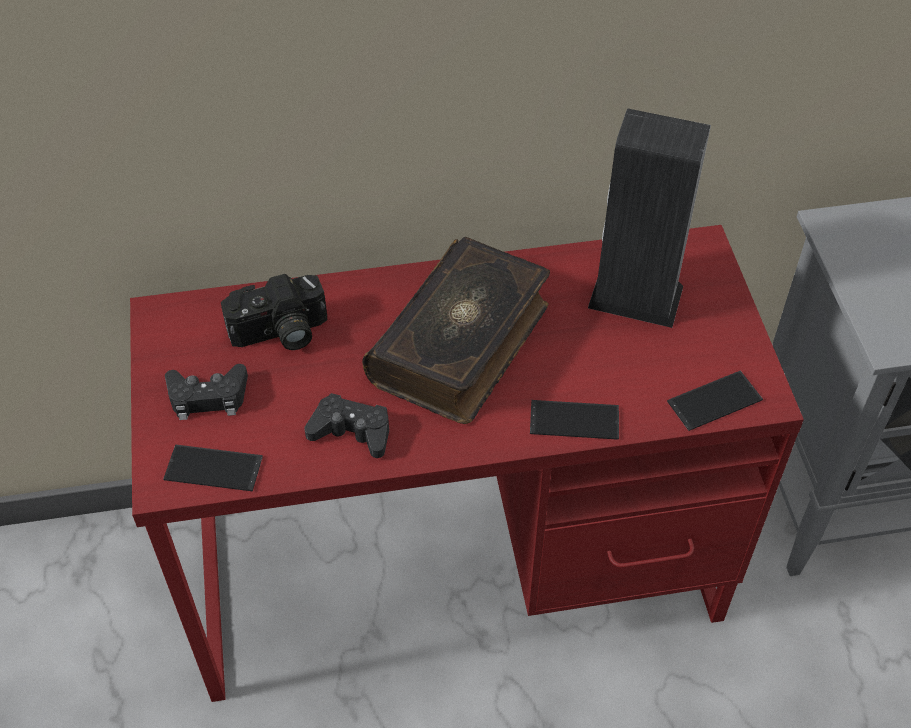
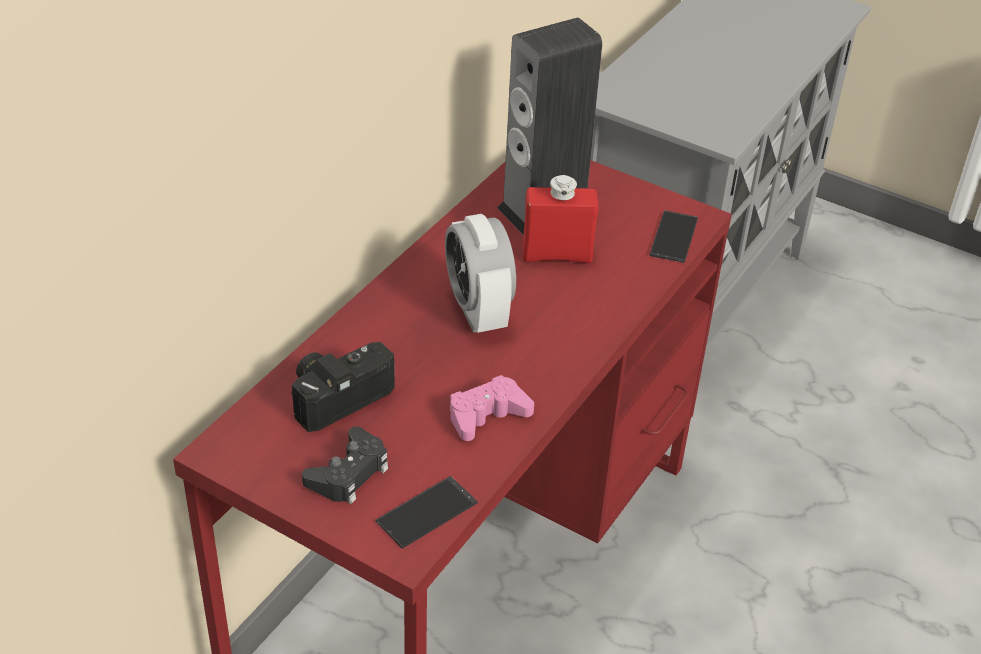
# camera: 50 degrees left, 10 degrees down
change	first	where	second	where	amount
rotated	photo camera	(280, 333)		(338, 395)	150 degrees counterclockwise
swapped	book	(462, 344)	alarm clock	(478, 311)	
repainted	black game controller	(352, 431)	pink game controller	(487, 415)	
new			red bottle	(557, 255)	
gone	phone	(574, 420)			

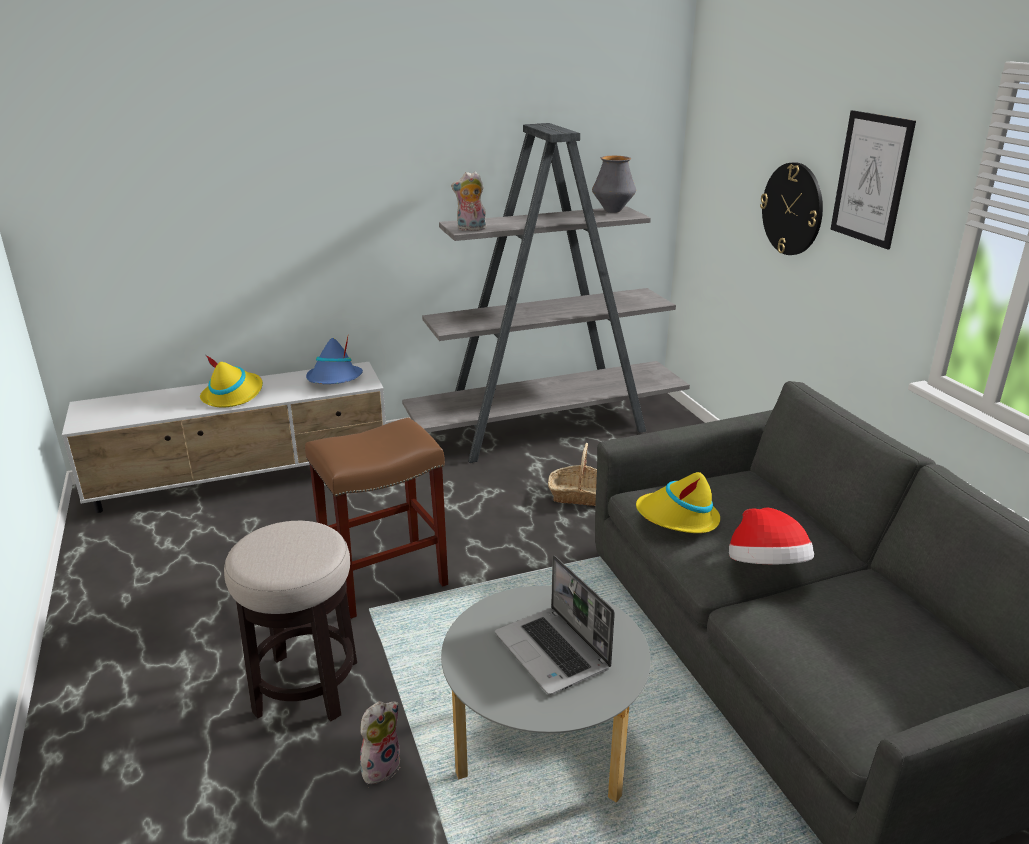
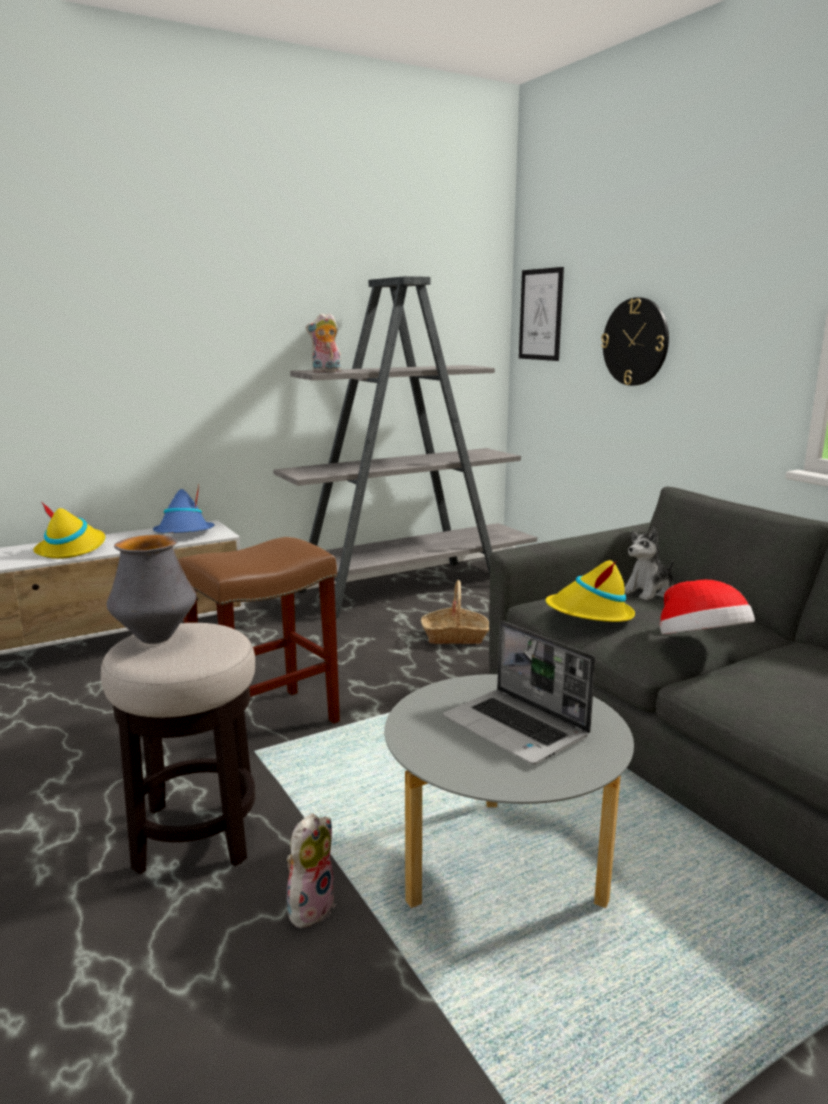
# camera: 10 degrees left, 10 degrees down
change	first	where	second	where	amount
shifted	vase	(612, 211)		(155, 638)	
shifted	picture	(871, 179)		(541, 314)	
new			plush toy	(649, 592)	

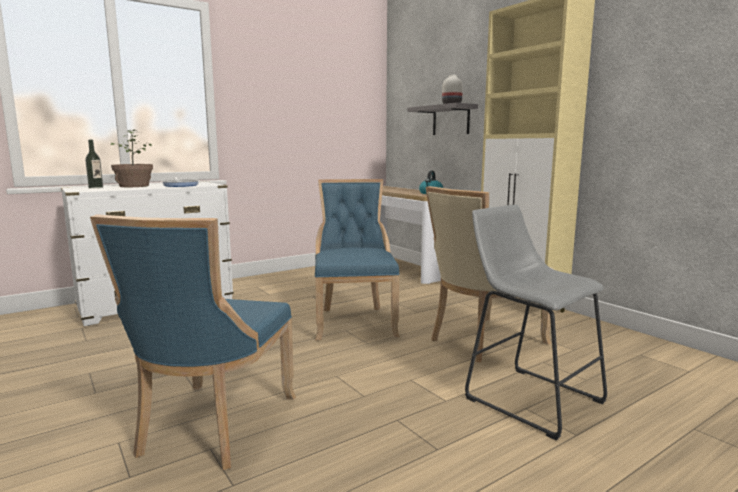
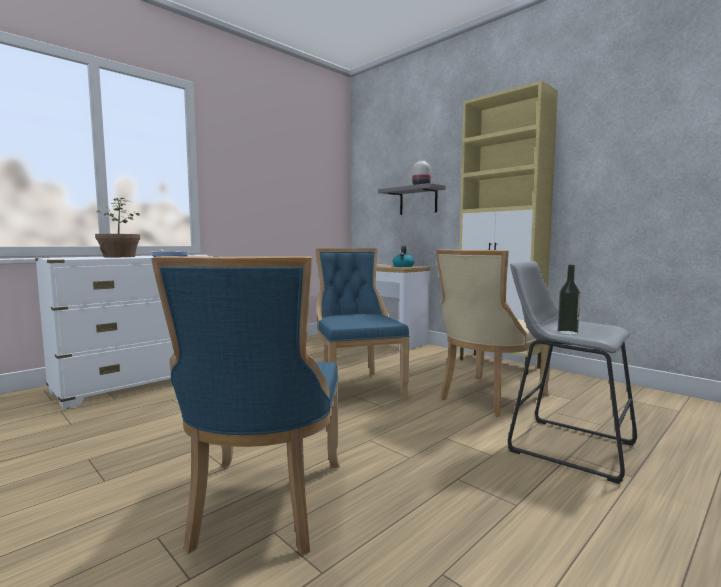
# camera: 10 degrees left, 5 degrees down
change	first	where	second	where	amount
shifted	bottle	(96, 188)		(567, 332)	

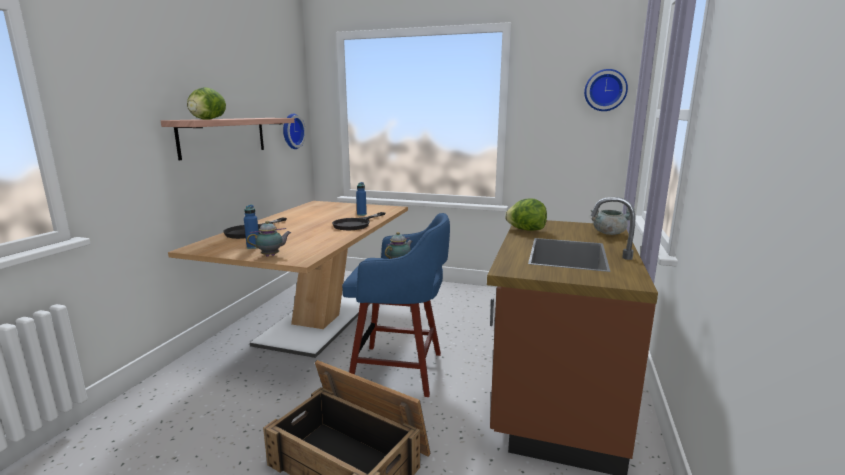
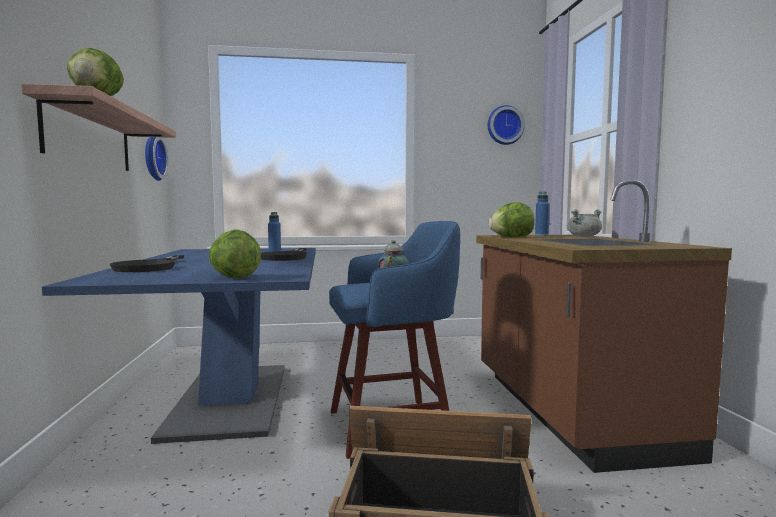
# camera: 25 degrees left, 10 degrees down
change	first	where	second	where	amount
repainted	brown dining table	(317, 322)	blue dining table	(230, 399)	
swapped	teapot	(272, 255)	lettuce	(234, 278)	
shifted	blue bottle	(253, 247)		(541, 235)	

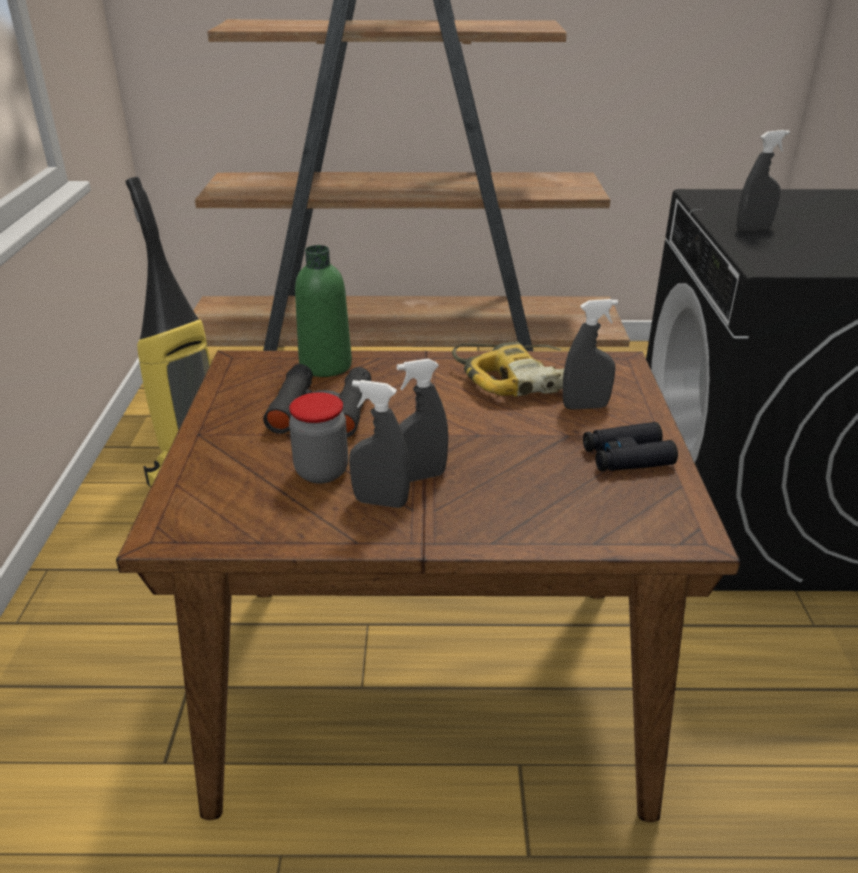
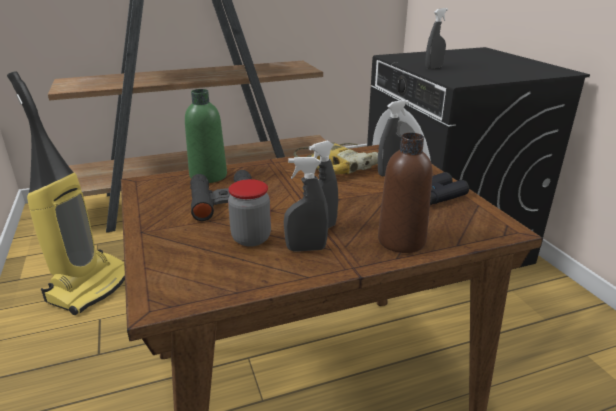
# camera: 20 degrees left, 5 degrees down
change	first	where	second	where	amount
new			brown bottle	(401, 241)	

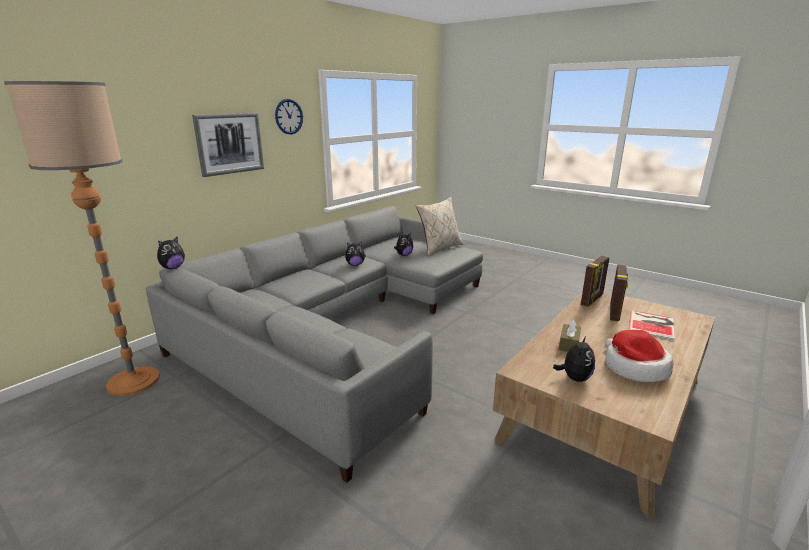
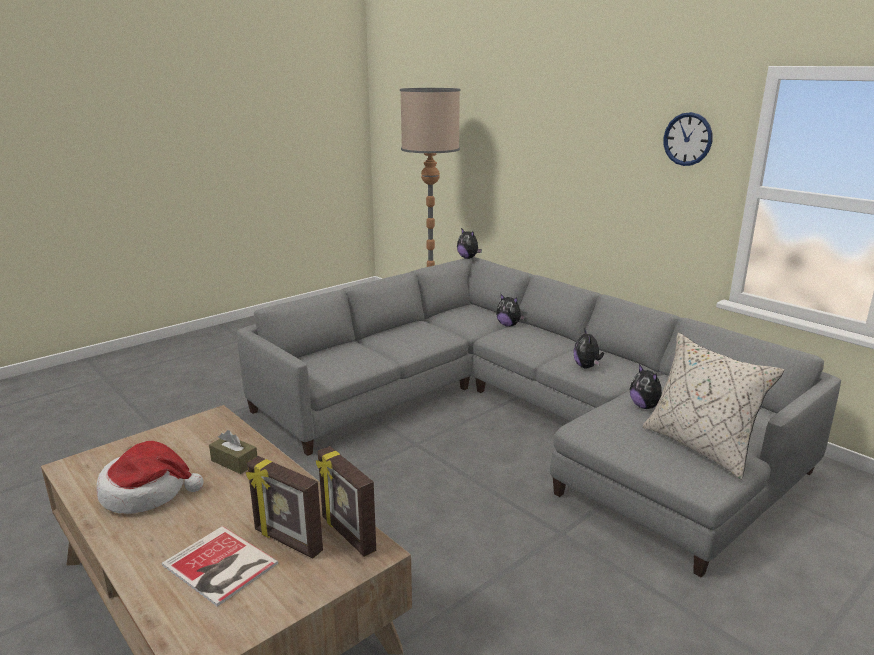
# camera: 100 degrees right, 0 degrees up
change	first	where	second	where	amount
shifted	plush toy	(574, 378)		(508, 325)	
gone	picture	(230, 143)			

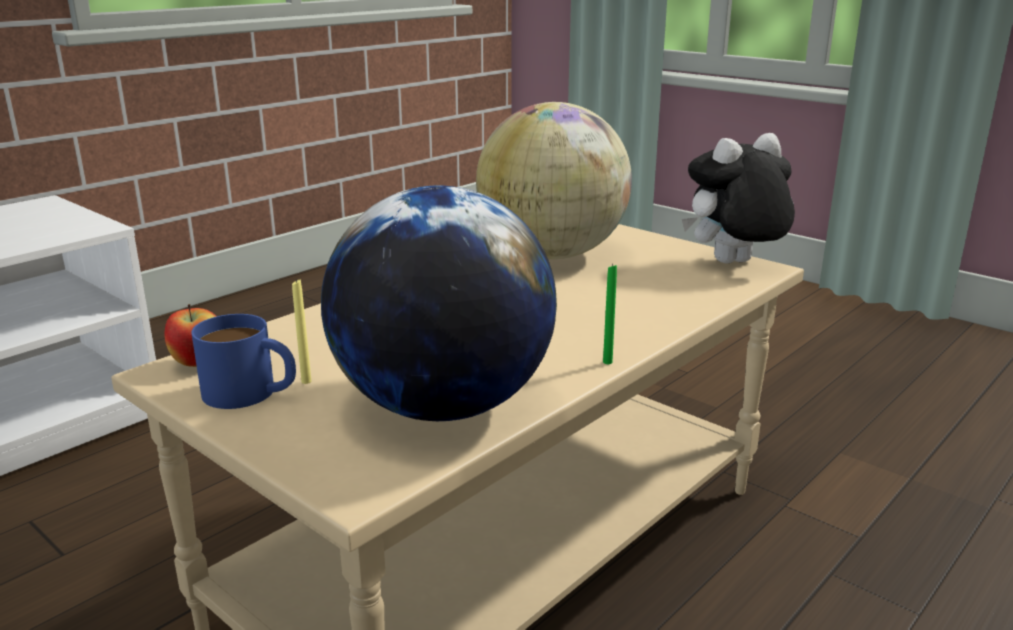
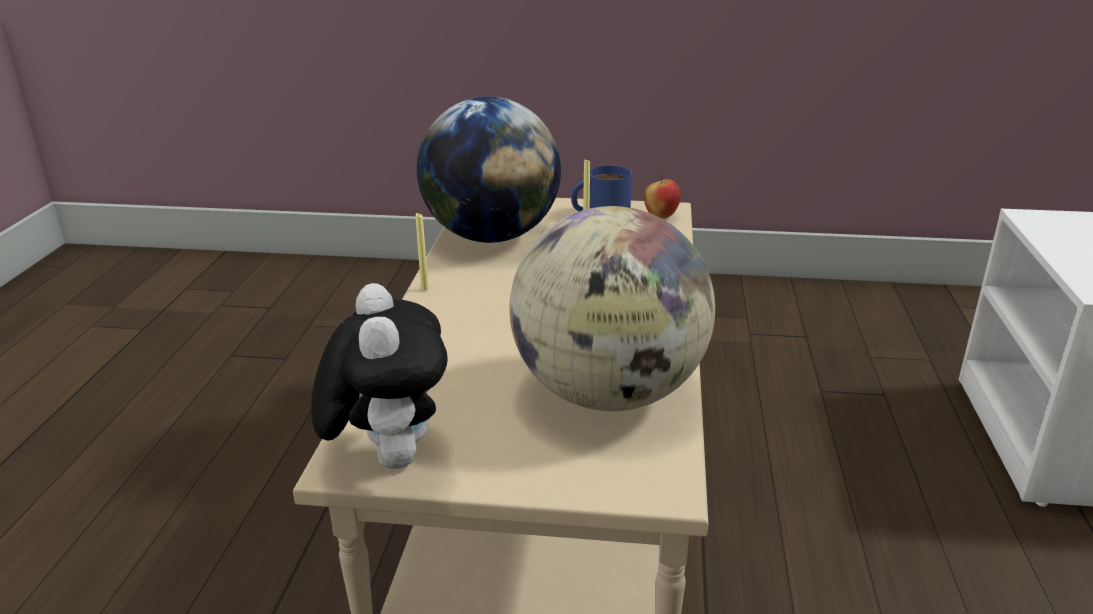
# camera: 145 degrees right, 5 degrees up
change	first	where	second	where	amount
rotated	plush toy	(733, 264)		(387, 456)	45 degrees counterclockwise
repainted	green candle	(607, 362)	yellow candle	(424, 289)	

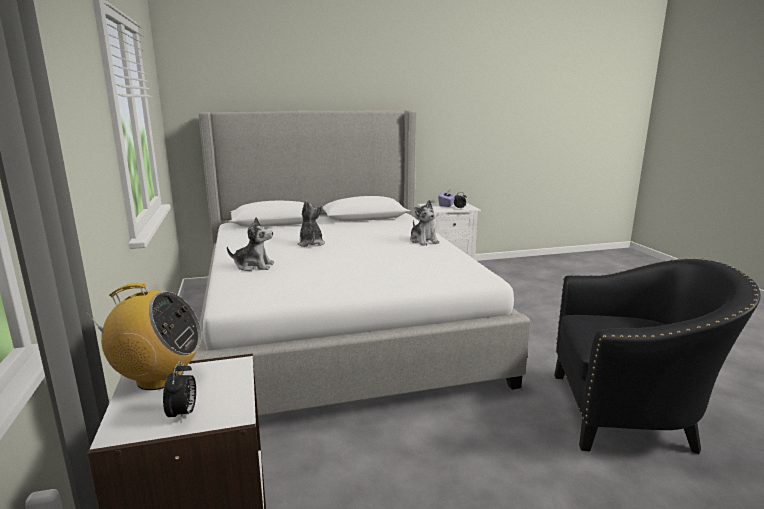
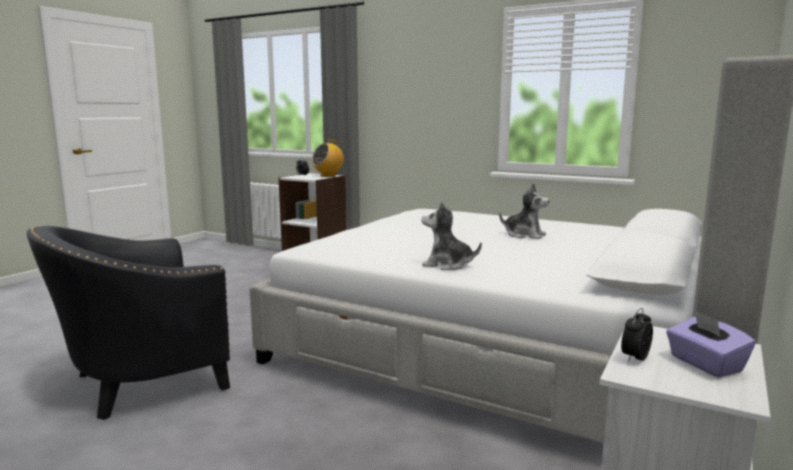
# camera: 135 degrees right, 5 degrees down
change	first	where	second	where	amount
gone	plush toy	(254, 266)			

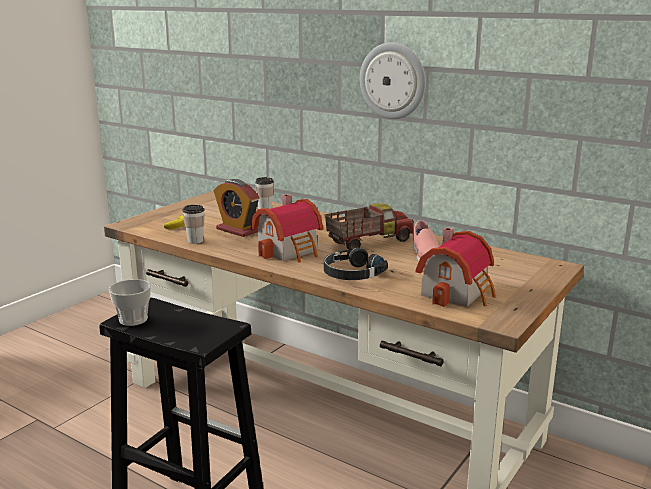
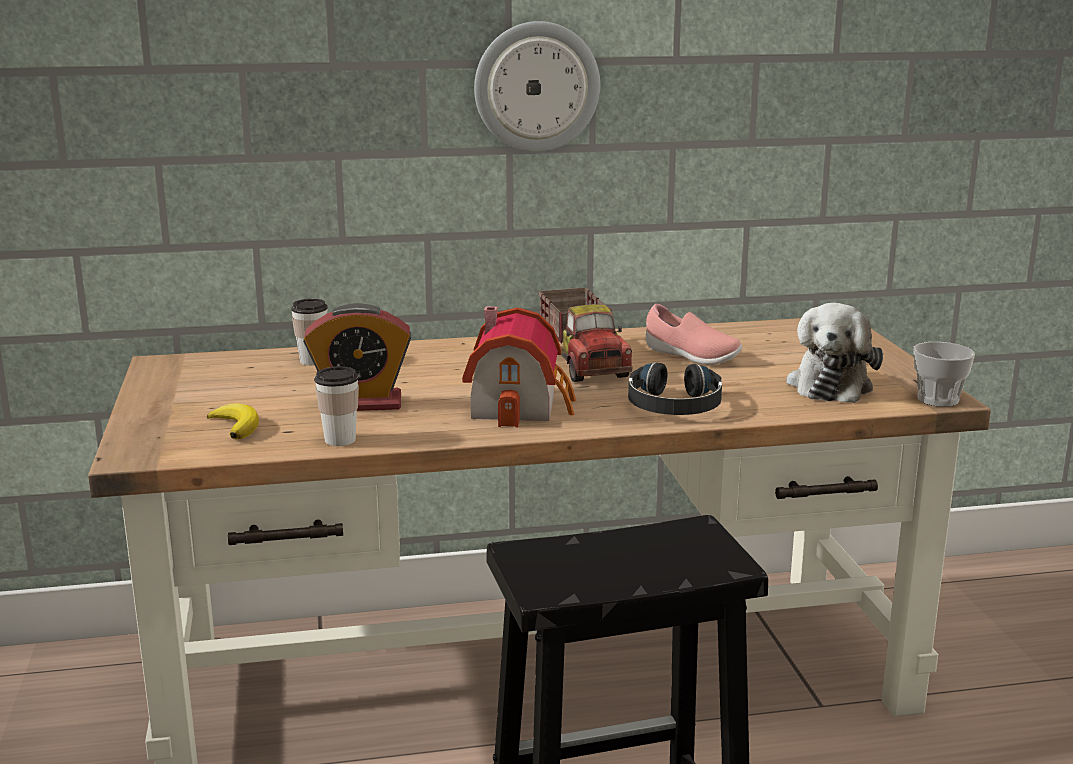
# camera: 45 degrees left, 0 degrees up
change	first	where	second	where	amount
rotated	toy truck	(368, 242)		(584, 361)	150 degrees clockwise
swapped	toy house	(458, 293)	plush toy	(831, 384)	
shifted	cup	(133, 319)		(938, 399)	

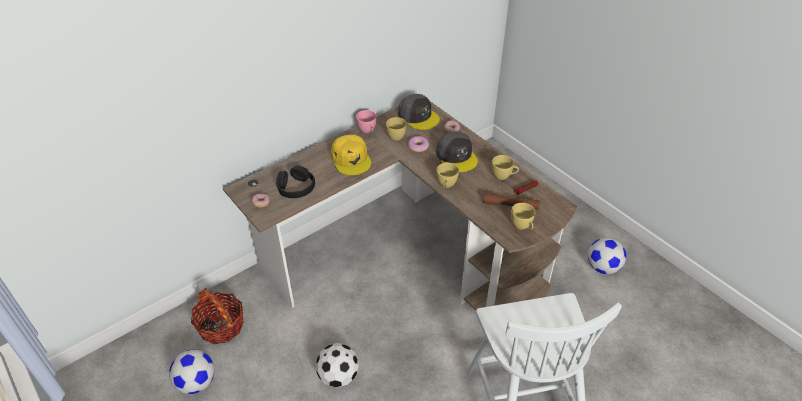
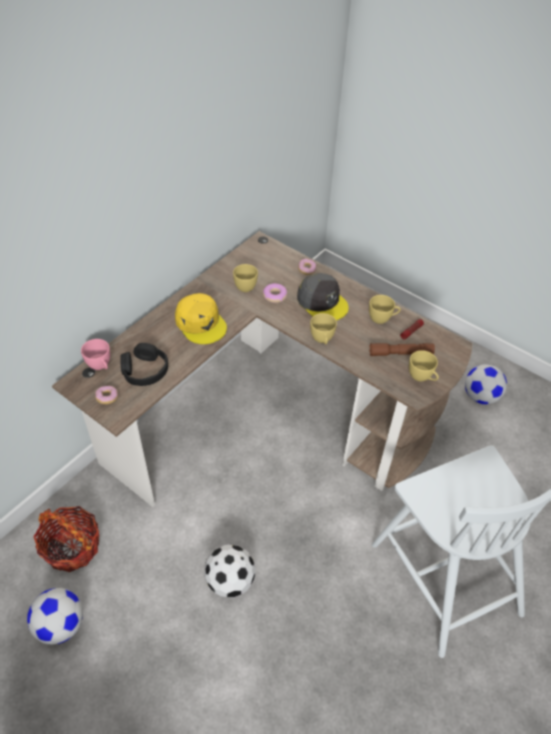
# camera: 15 degrees left, 5 degrees up
change	first	where	second	where	amount
shifted	pink cup	(367, 131)		(100, 366)	
gone	grey cap	(418, 116)			

